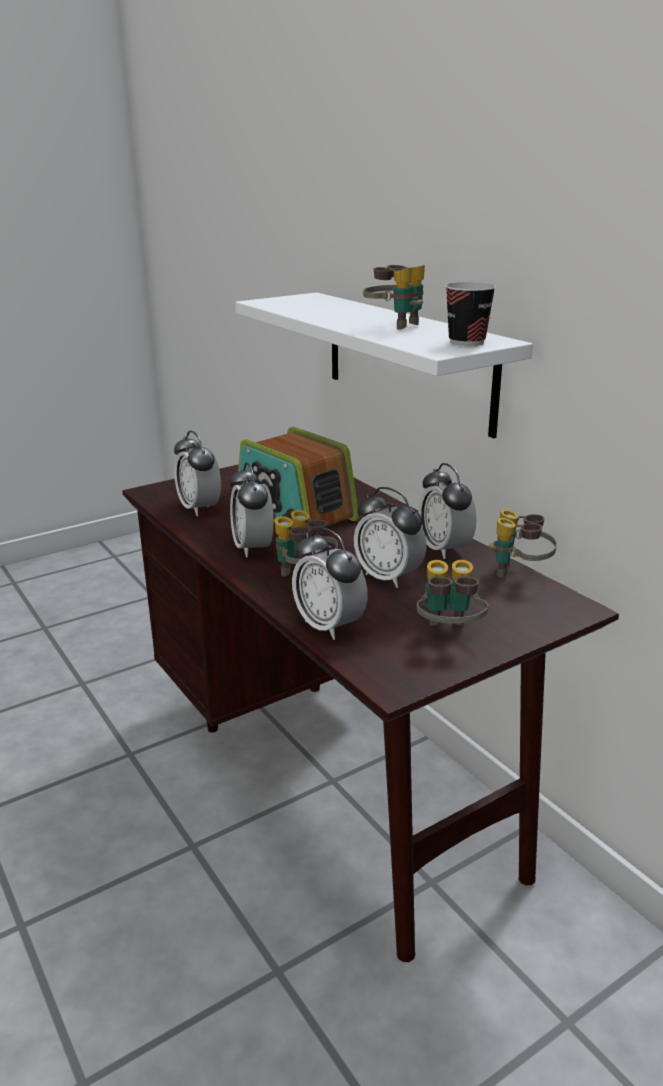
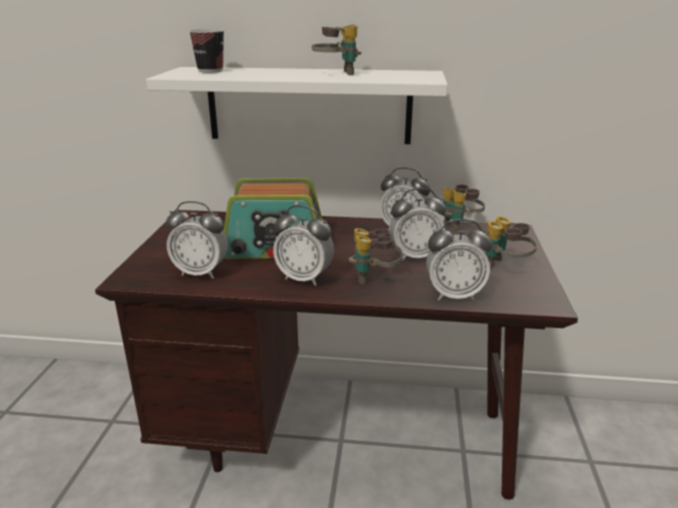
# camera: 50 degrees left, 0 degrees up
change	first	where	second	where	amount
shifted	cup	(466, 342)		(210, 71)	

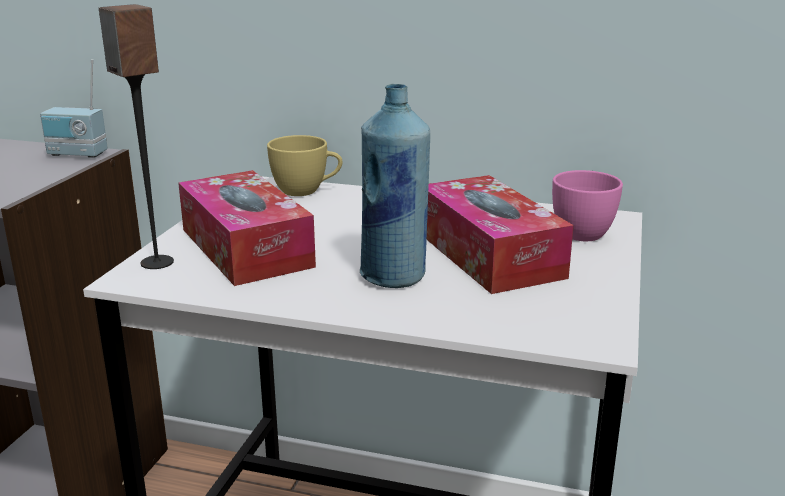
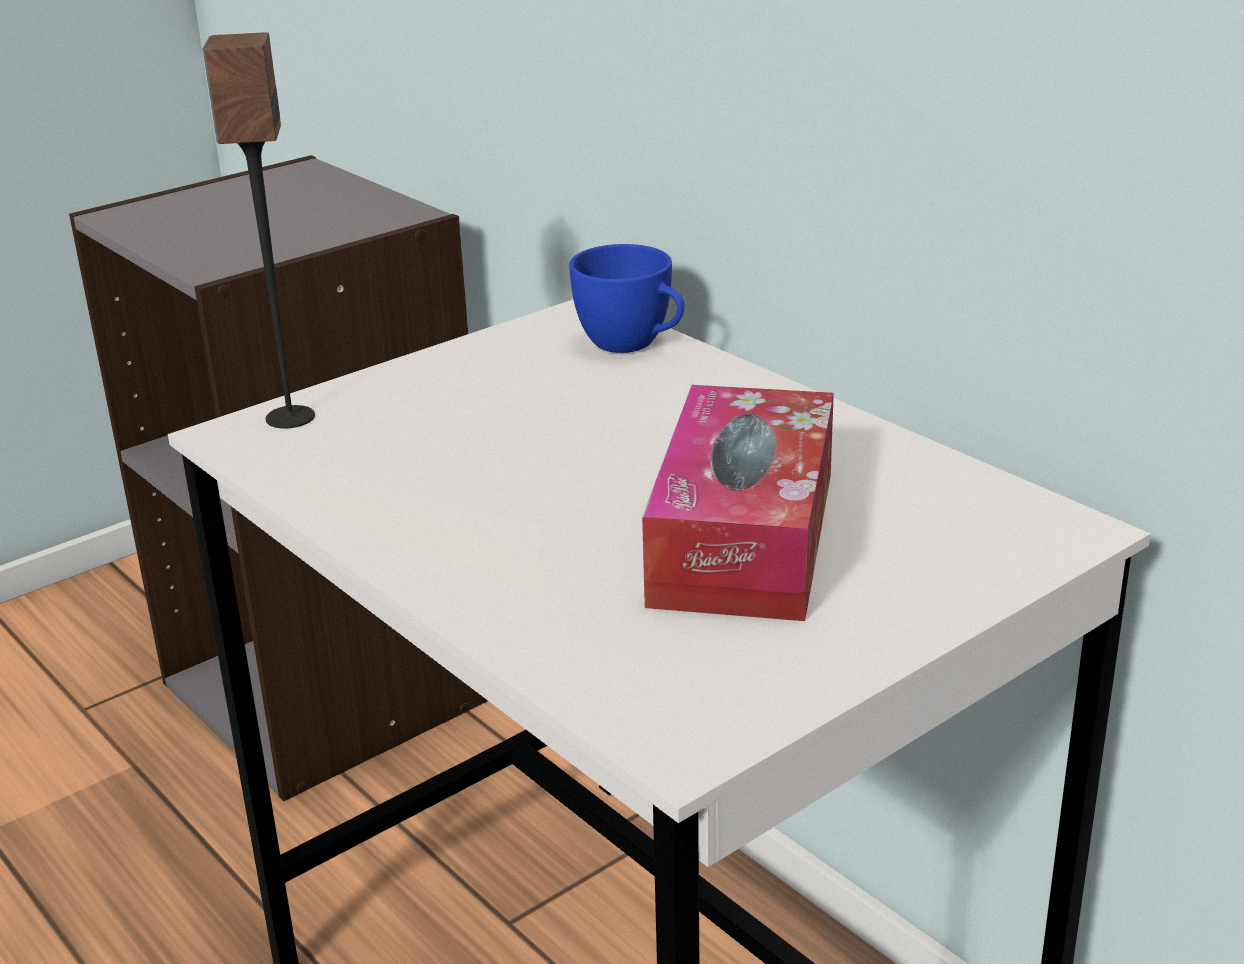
# camera: 35 degrees right, 5 degrees up
change	first	where	second	where	amount
repainted	yellow cup	(306, 191)	blue cup	(633, 345)	
gone	radio	(77, 154)			
gone	tissue box	(246, 248)			
gone	blue bottle	(394, 277)			
gone	pink cup	(578, 231)			

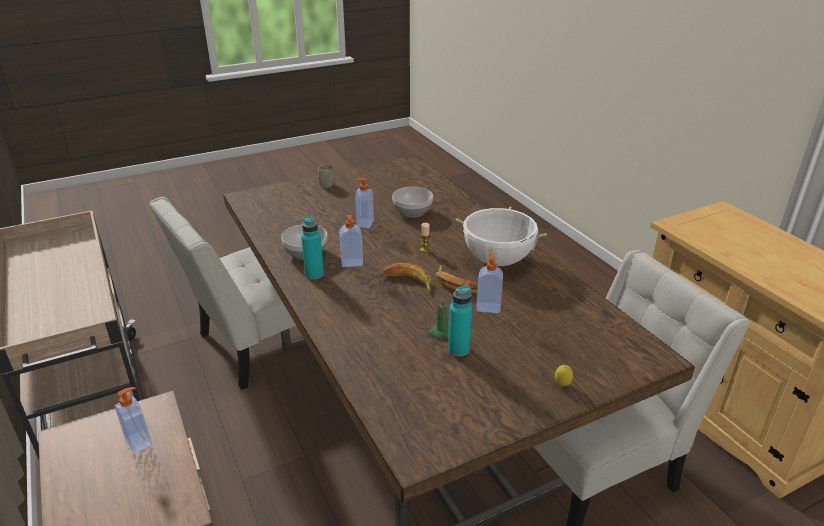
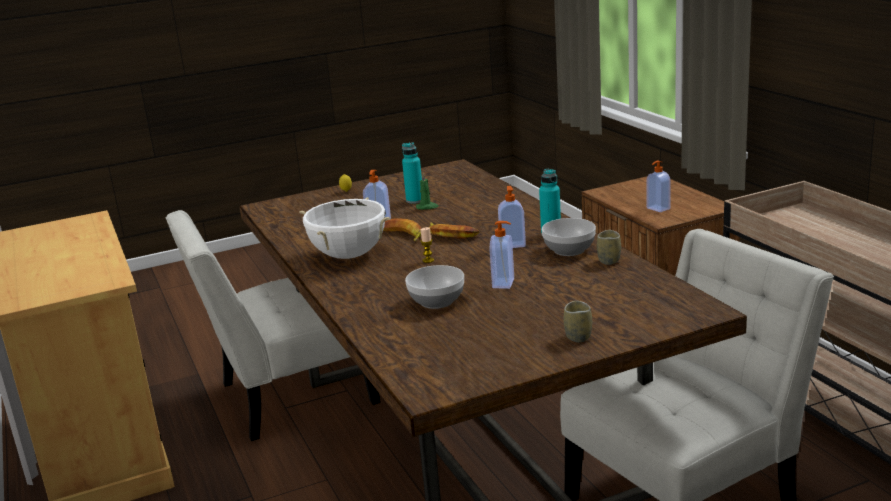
# camera: 175 degrees left, 10 degrees down
change	first	where	second	where	amount
new			cup	(609, 260)	

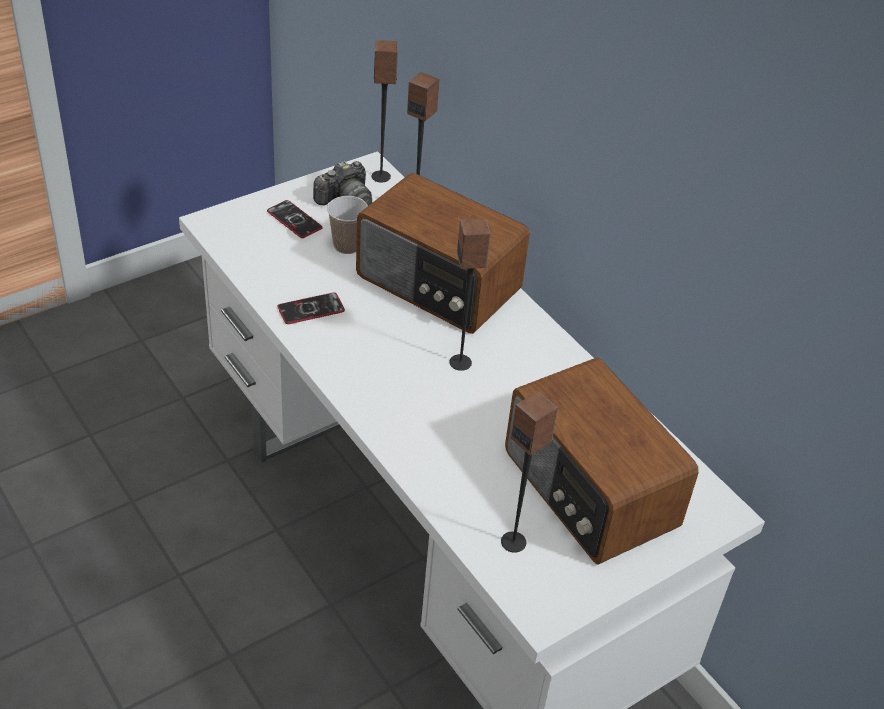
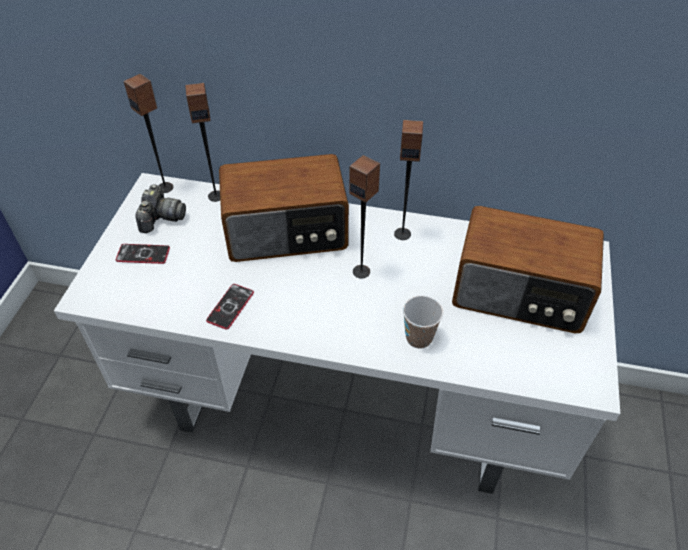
# camera: 40 degrees left, 5 degrees up
change	first	where	second	where	amount
shifted	speaker	(514, 542)		(402, 234)	
shifted	cup	(347, 245)		(419, 338)	

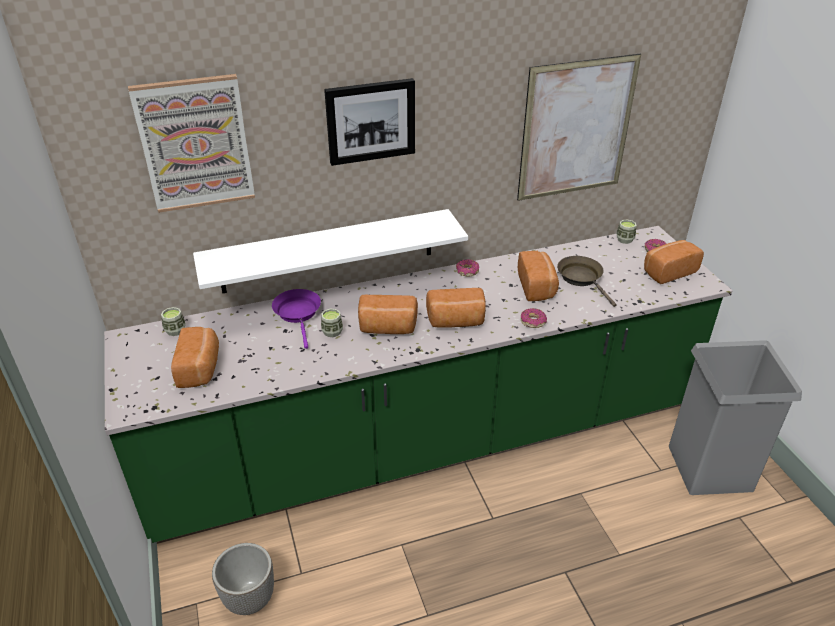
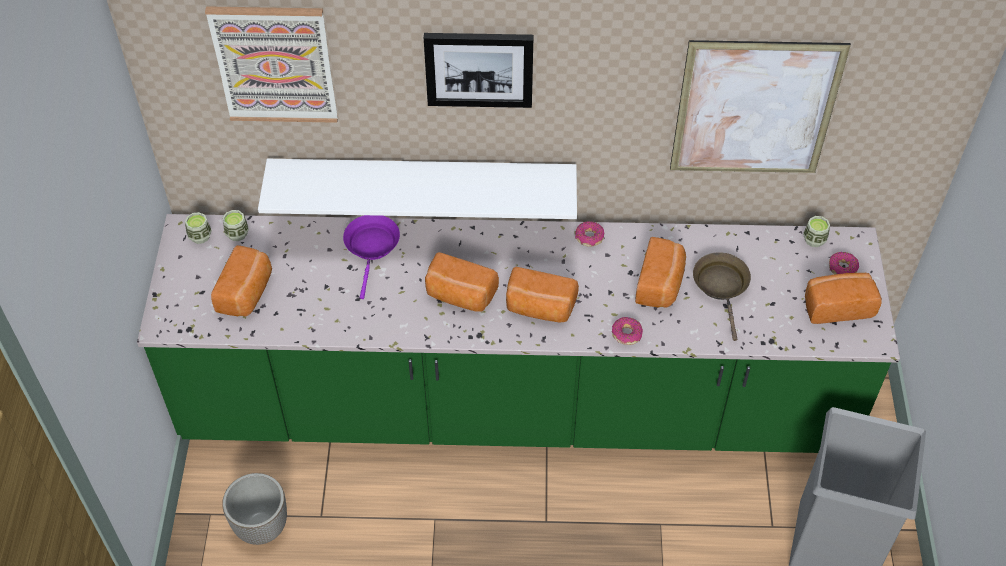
# camera: 20 degrees right, 15 degrees up
change	first	where	second	where	amount
shifted	cup	(332, 332)		(200, 236)	

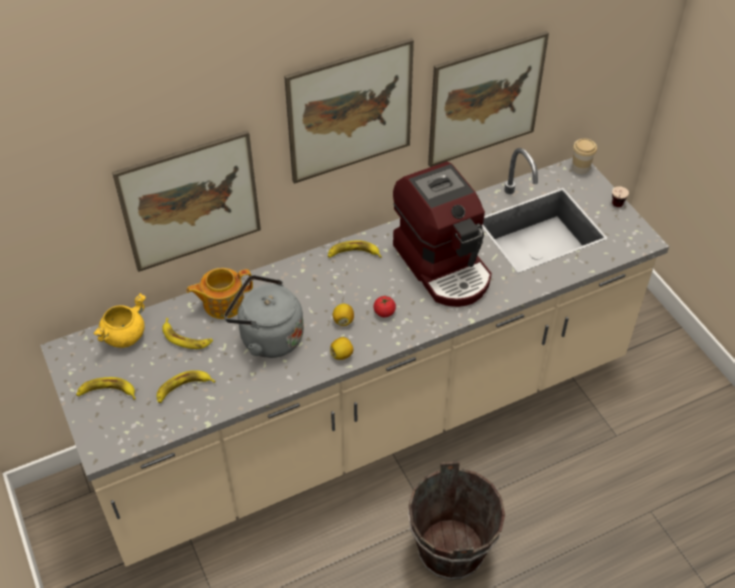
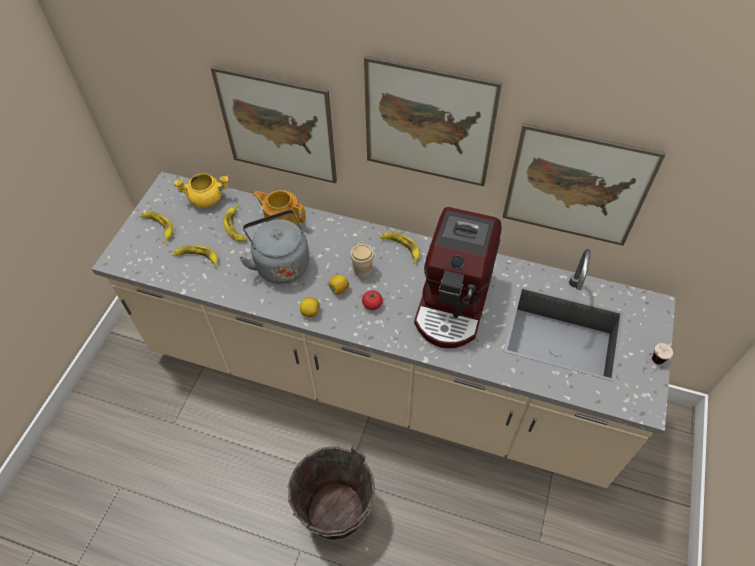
# camera: 45 degrees right, 5 degrees up
change	first	where	second	where	amount
shifted	cup	(580, 168)		(362, 270)	

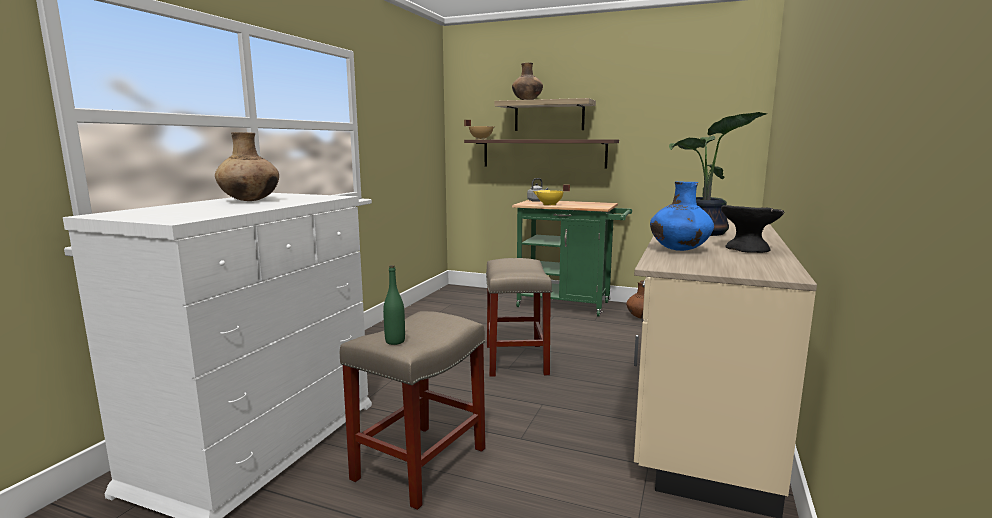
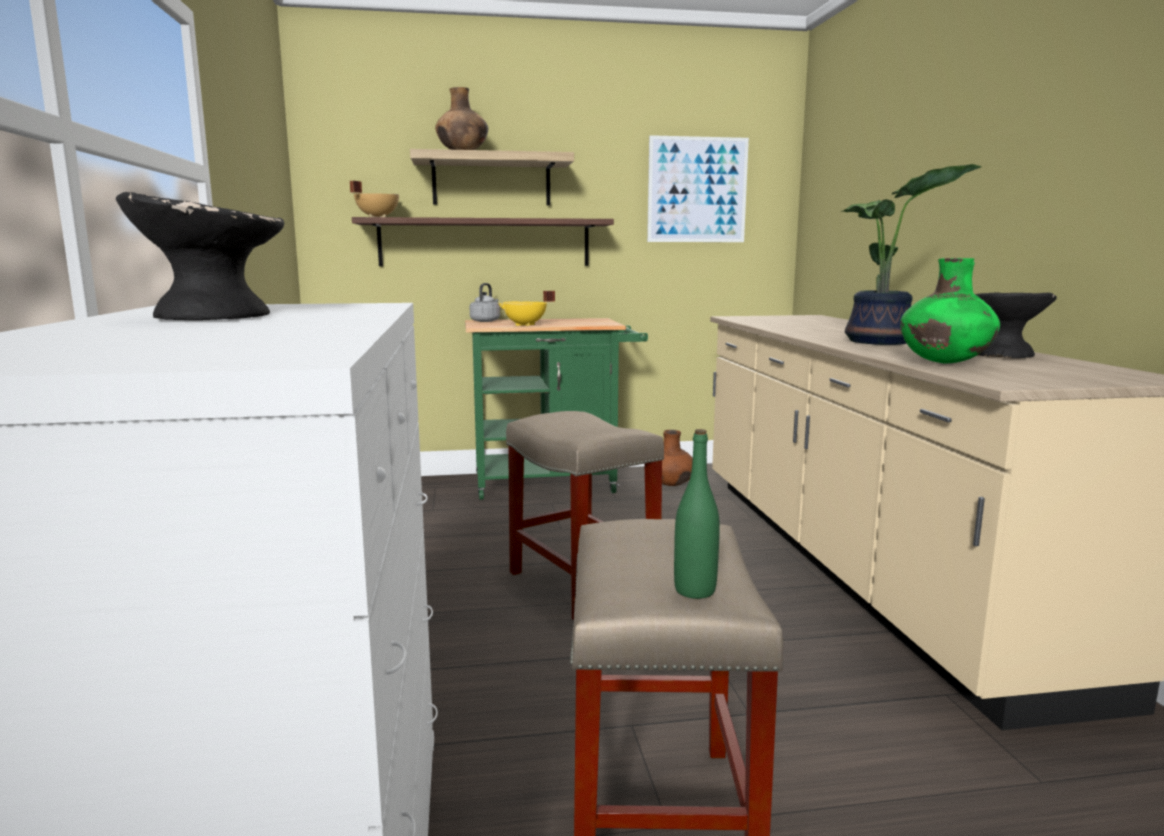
# camera: 30 degrees left, 0 degrees up
change	first	where	second	where	amount
swapped	brown vase	(250, 201)	black bowl	(212, 316)	
new			picture	(697, 190)	
repainted	blue vase	(679, 250)	green vase	(944, 363)	

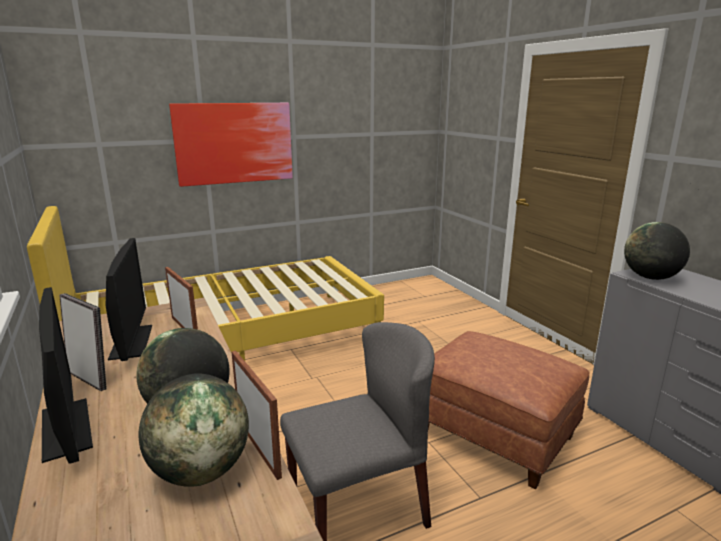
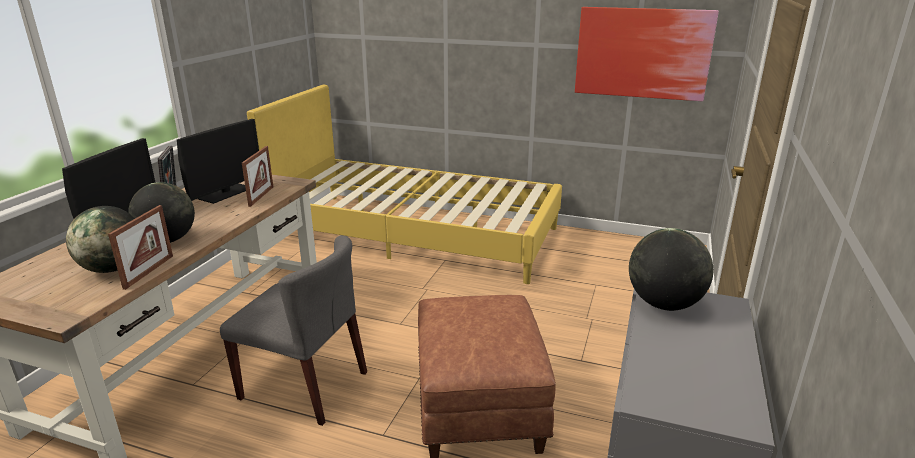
# camera: 45 degrees right, 5 degrees up
change	first	where	second	where	amount
shifted	picture	(234, 143)		(642, 53)	

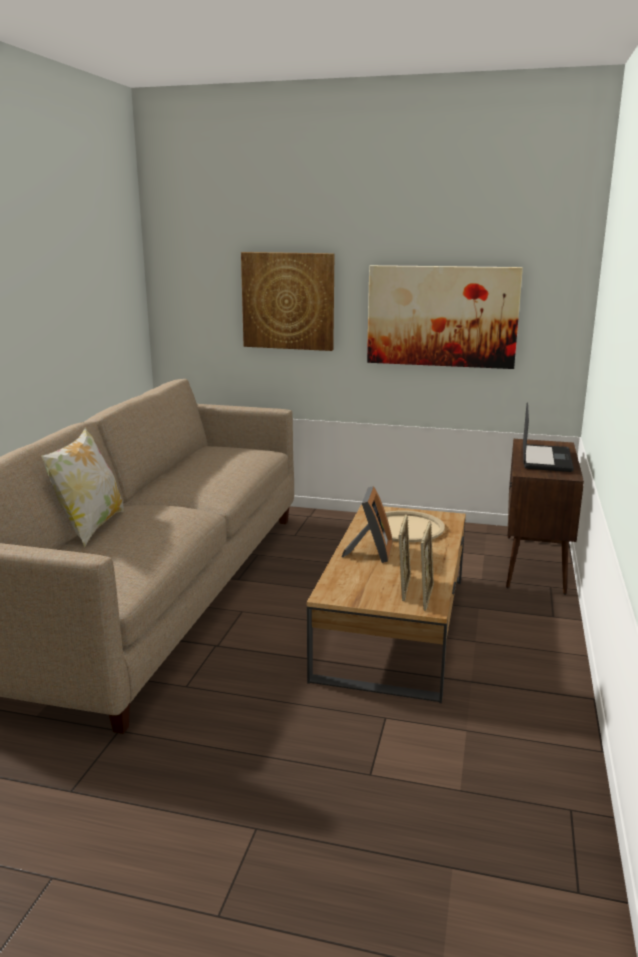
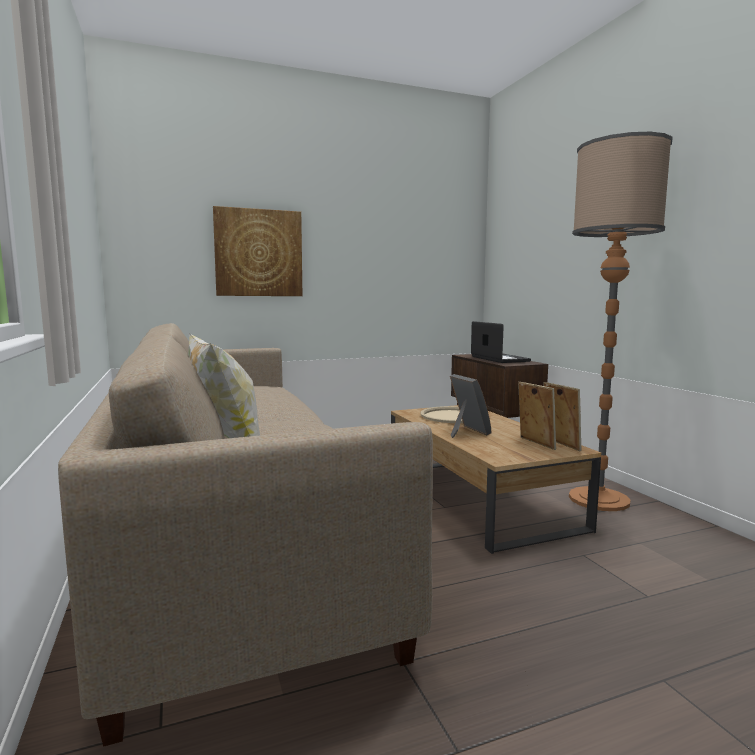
# camera: 35 degrees left, 10 degrees down
change	first	where	second	where	amount
new			floor lamp	(599, 499)	
gone	picture	(442, 316)			

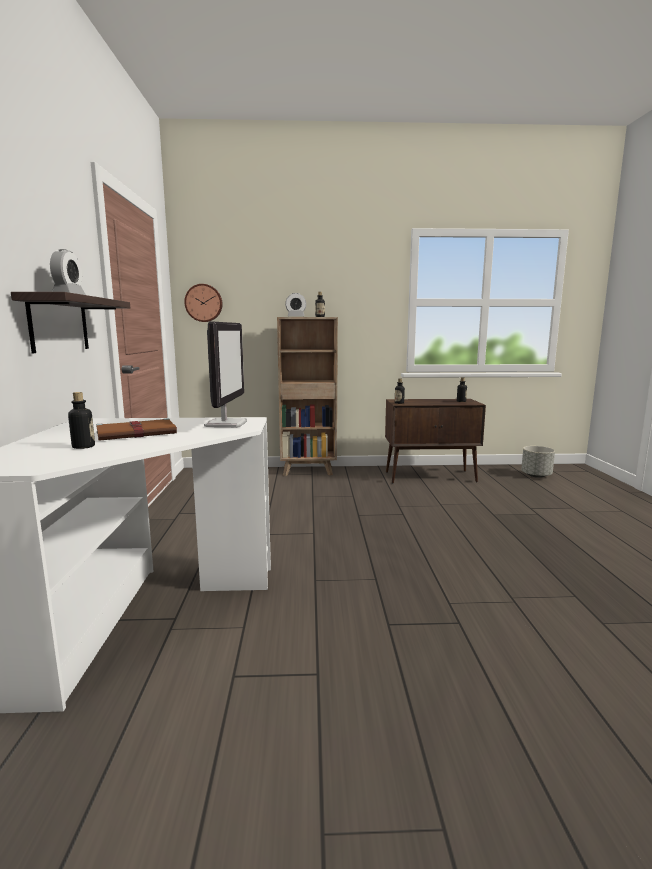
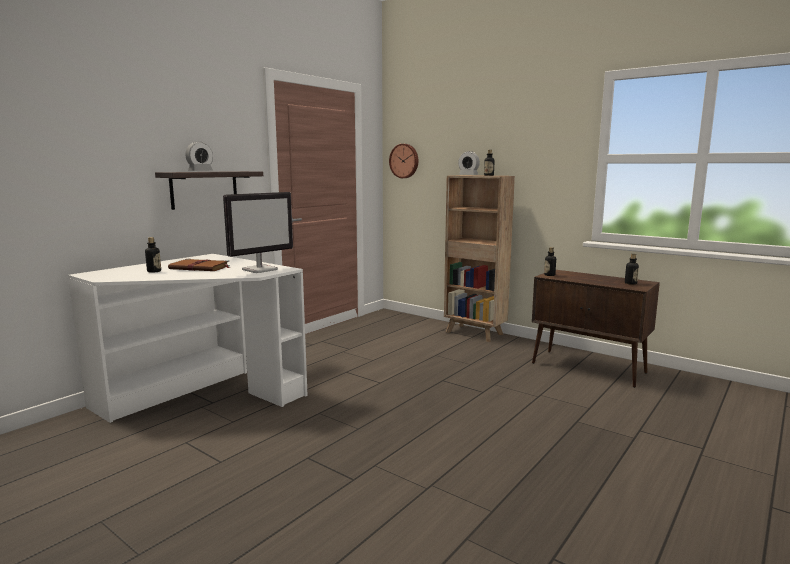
# camera: 40 degrees right, 0 degrees up
change	first	where	second	where	amount
gone	grey planter	(536, 475)			

